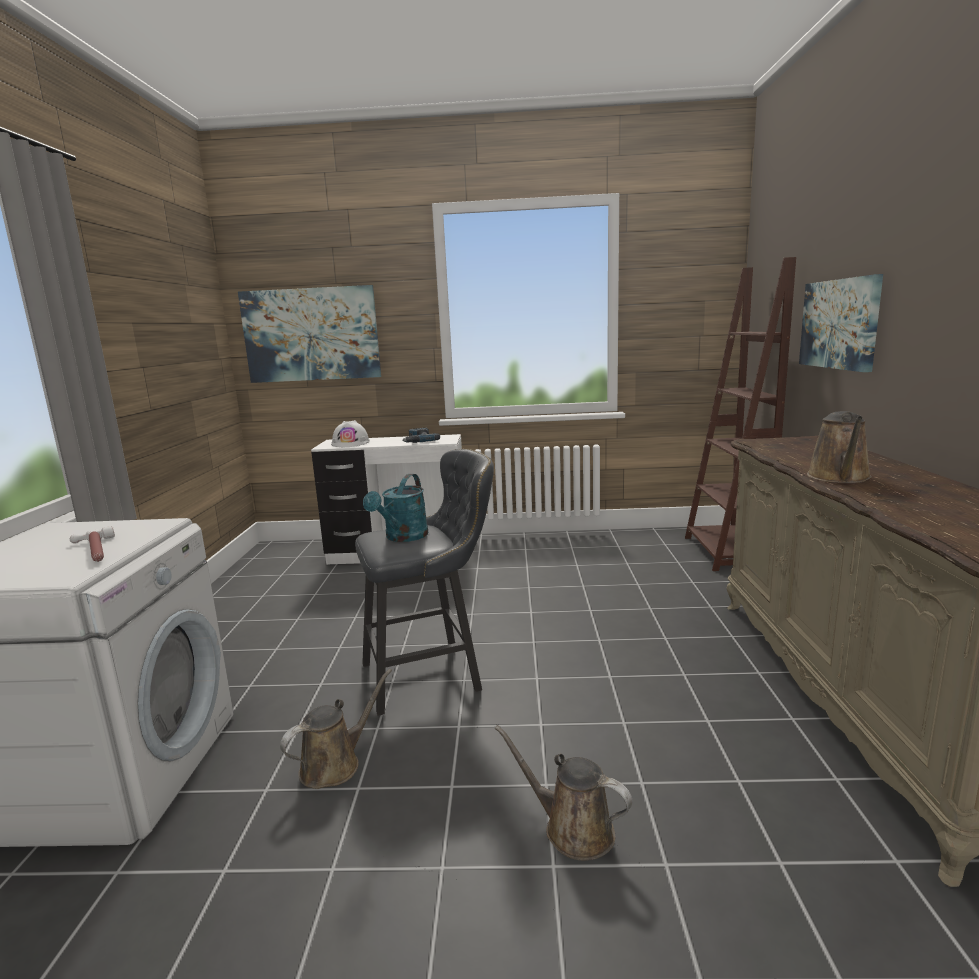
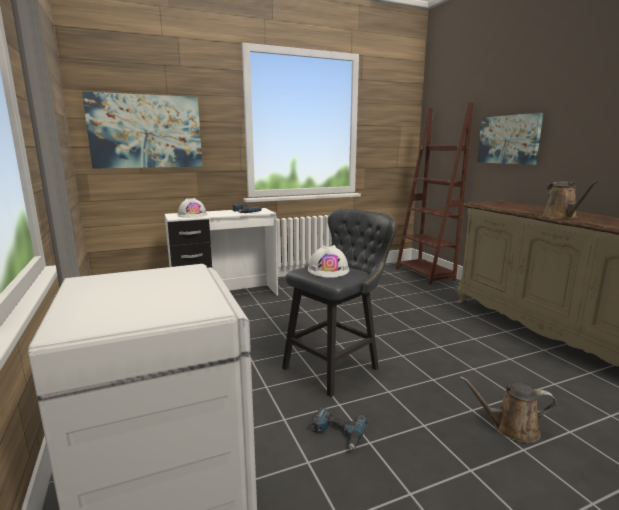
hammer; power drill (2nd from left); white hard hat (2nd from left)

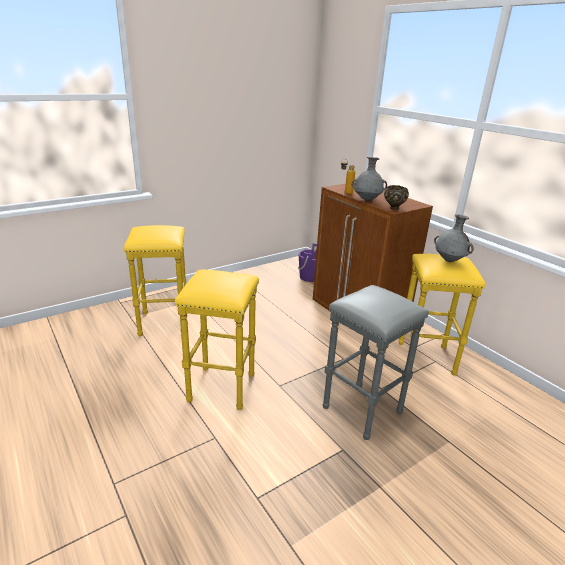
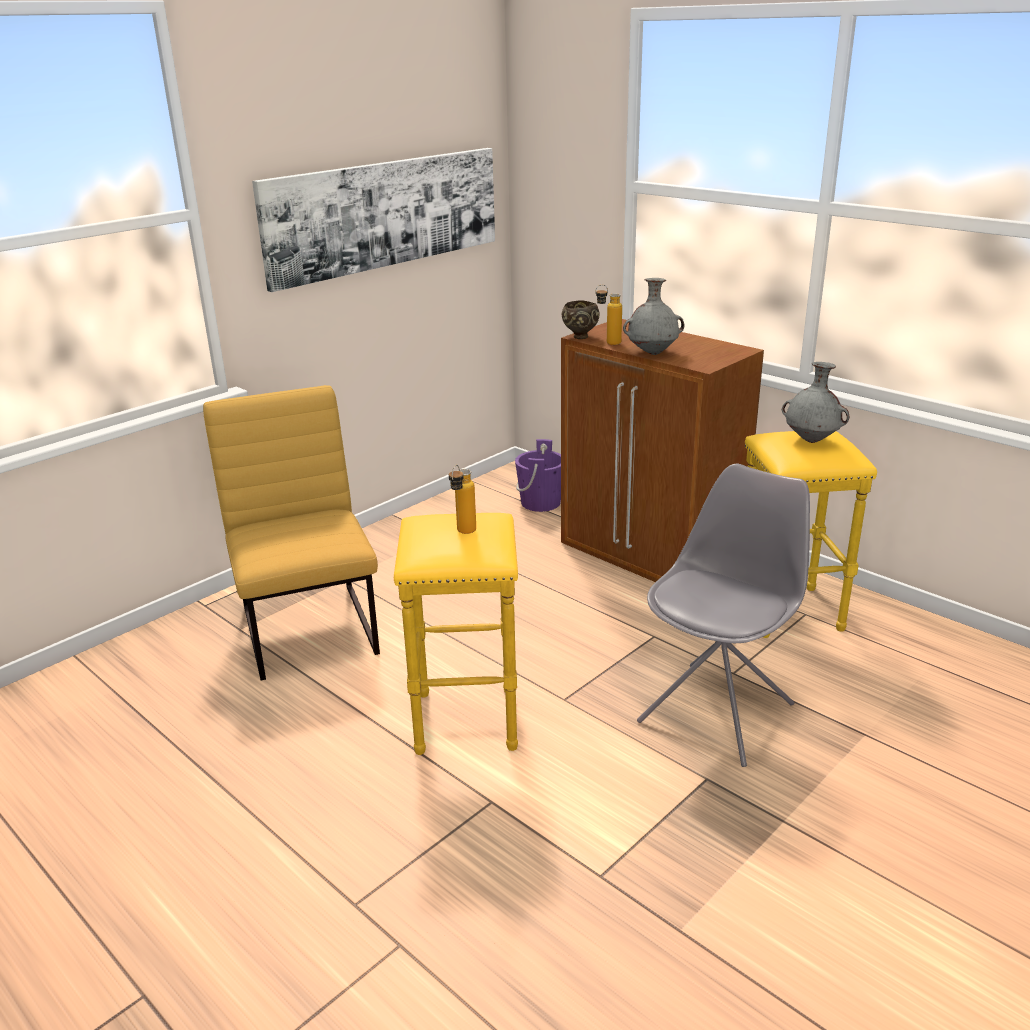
picture; bottle (1st from left); brown bowl; yellow chair; grey chair

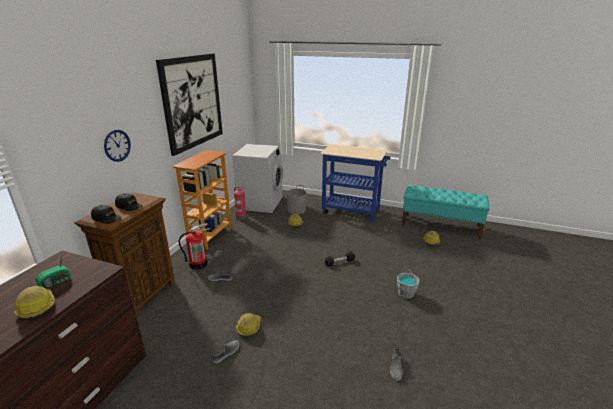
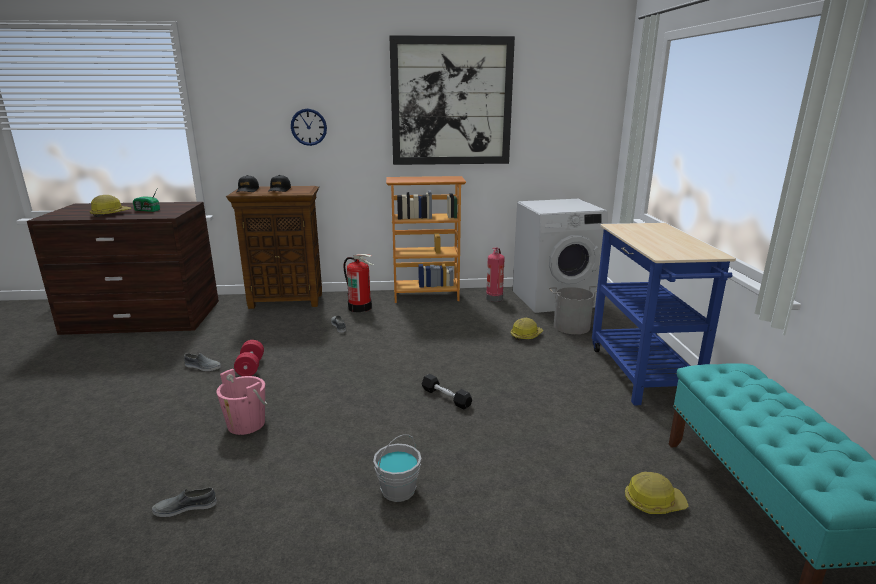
pink bucket; red dumbbell

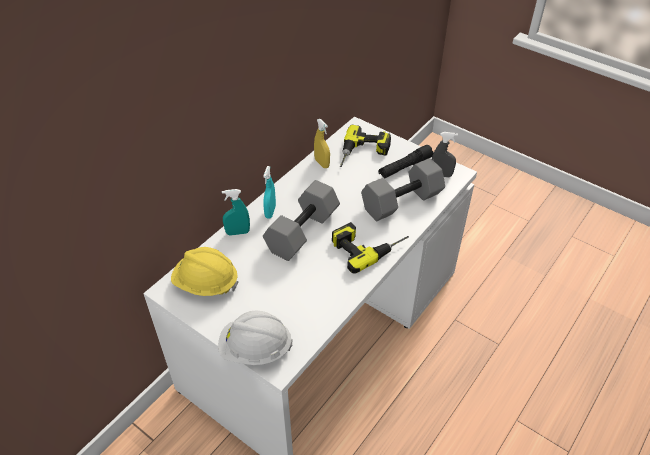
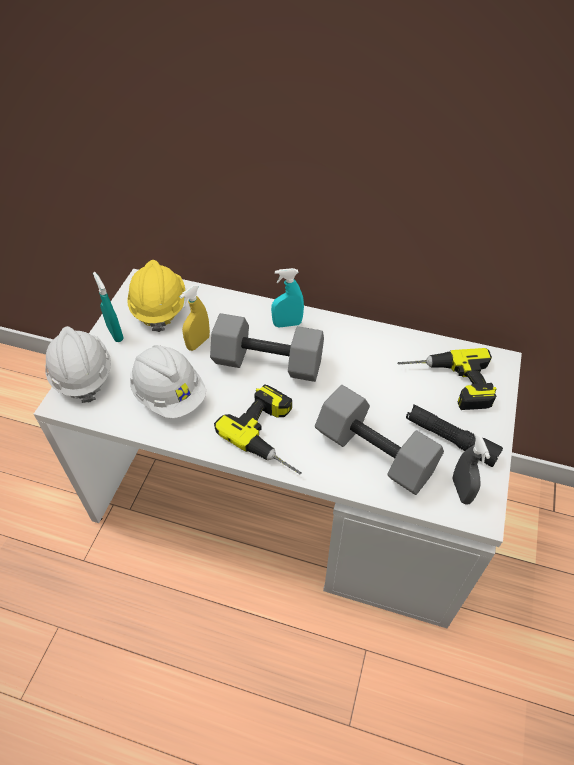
white hard hat (2nd from left); turquoise spray bottle (1st from left); yellow spray bottle

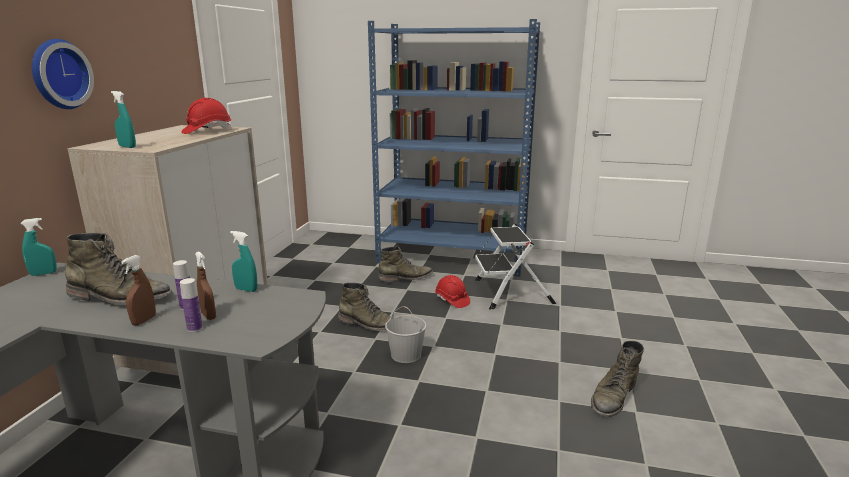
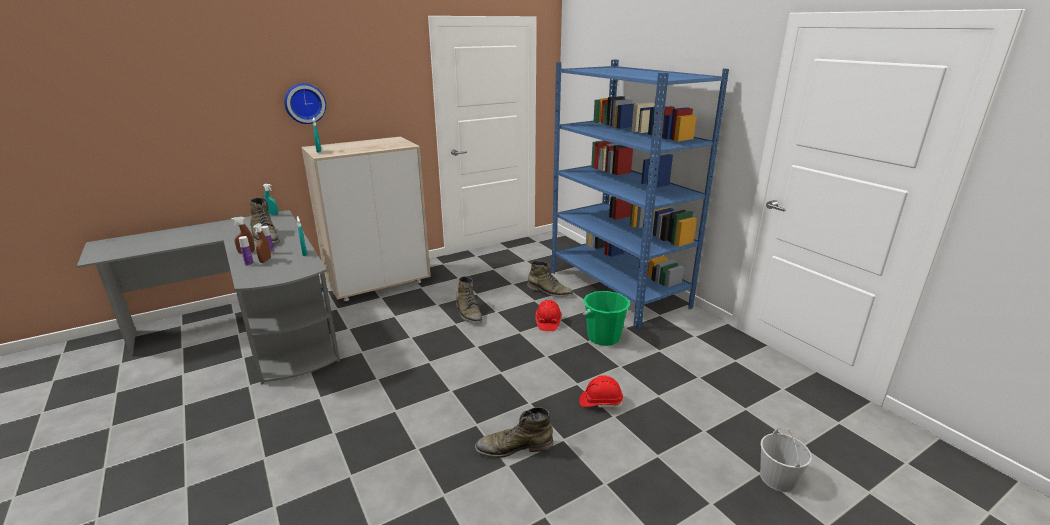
red hard hat (2nd from left); white bucket; green bucket

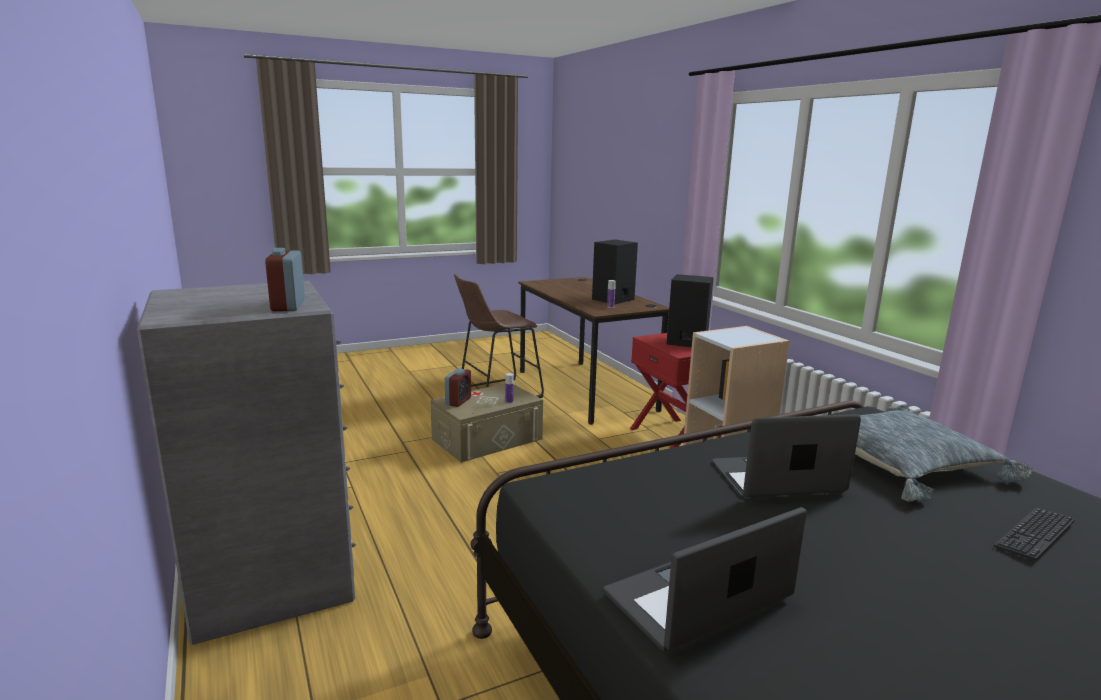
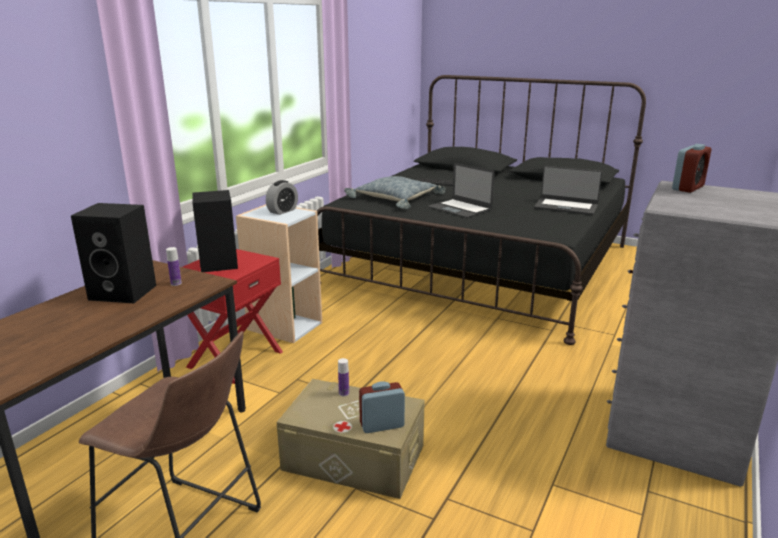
alarm clock (1st from left)

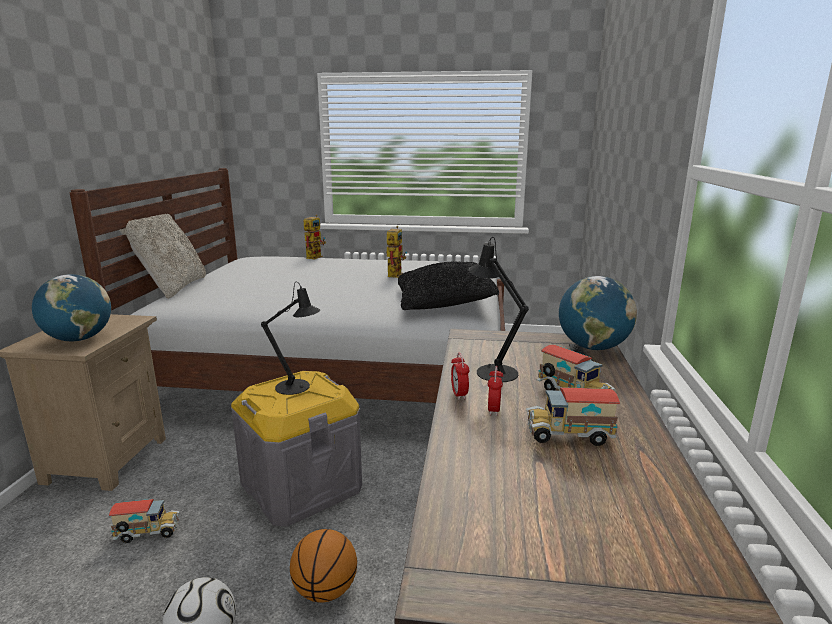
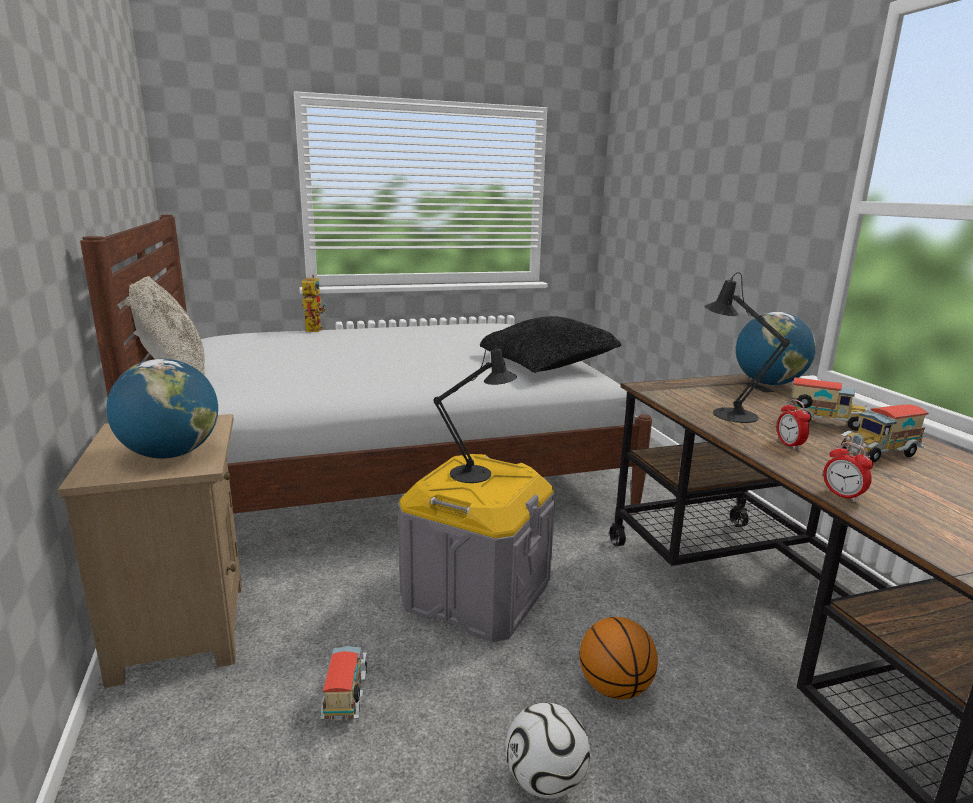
toy robot (2nd from left in the first image); alarm clock (2nd from left); toy truck (1st from left)

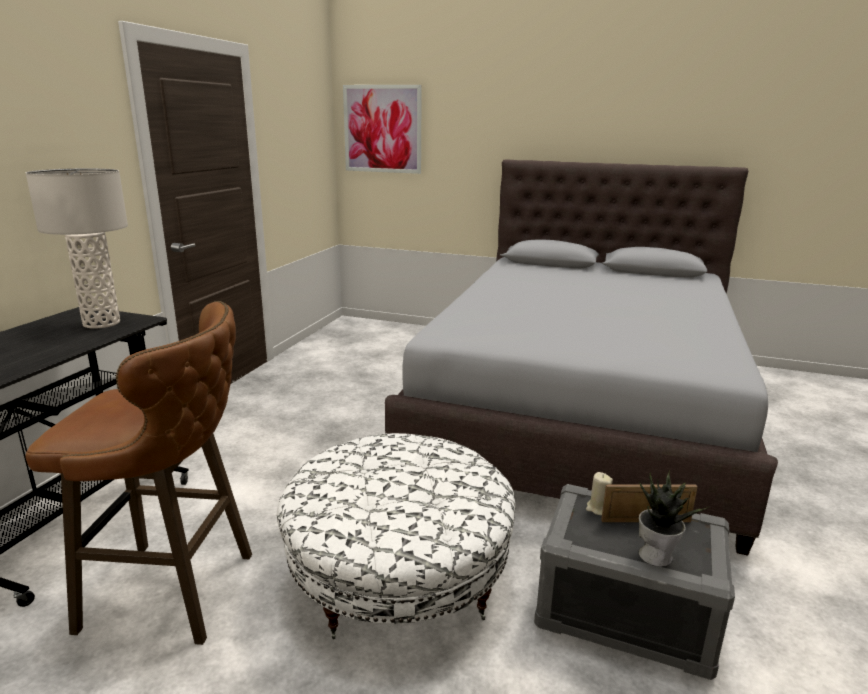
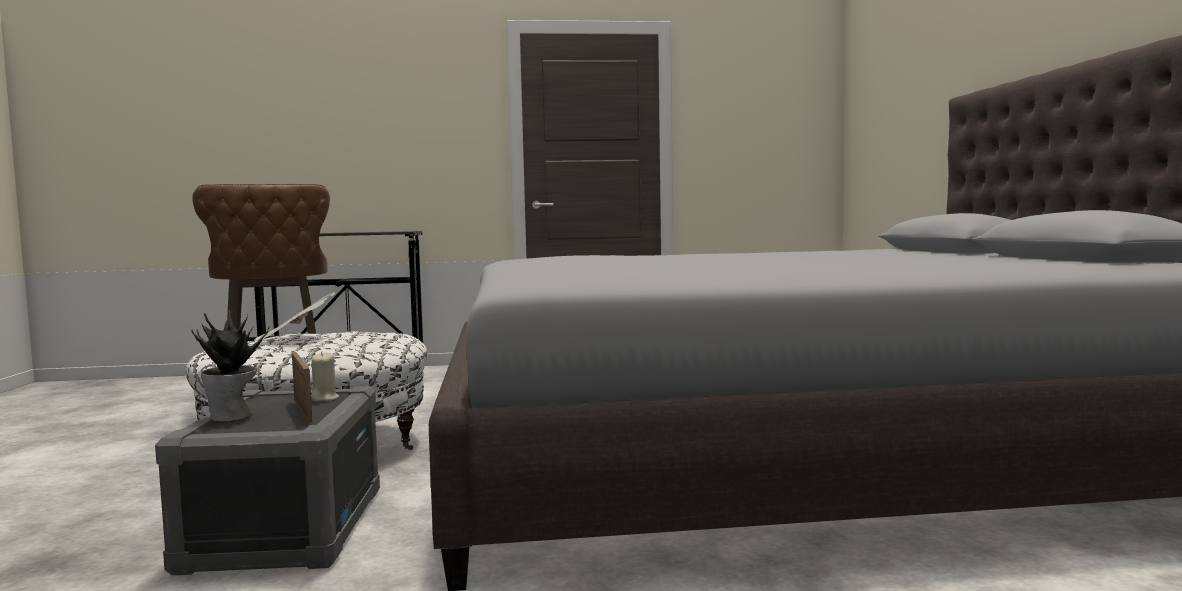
white table lamp; picture; newspaper

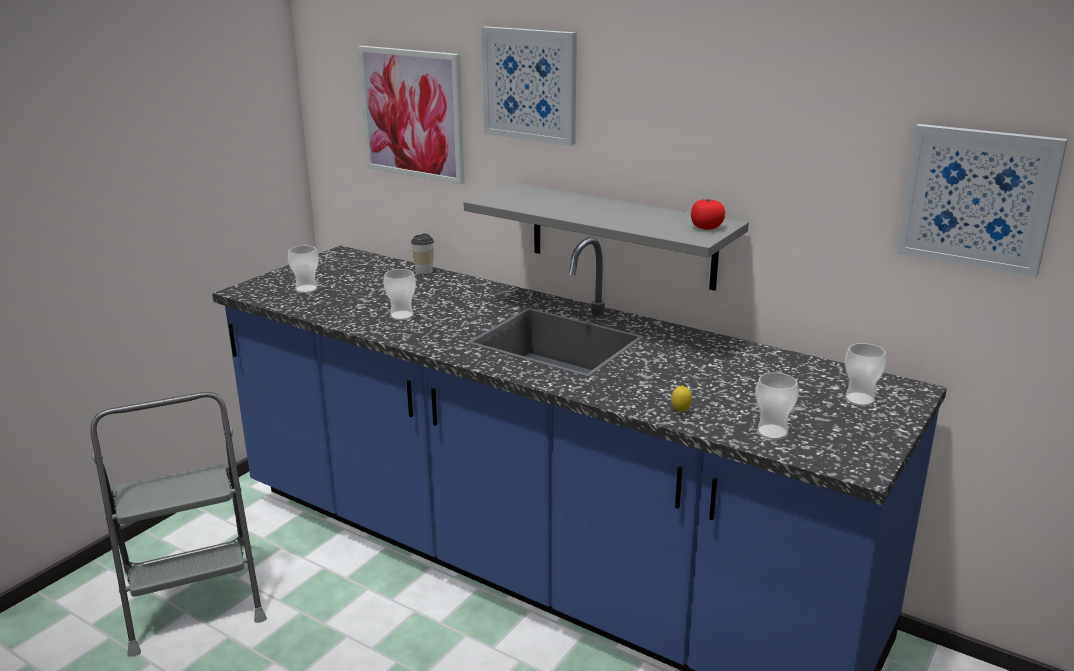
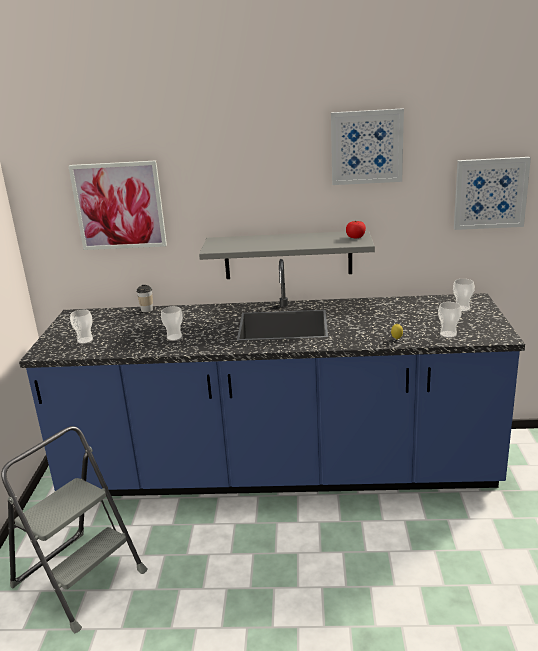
picture (2nd from left)

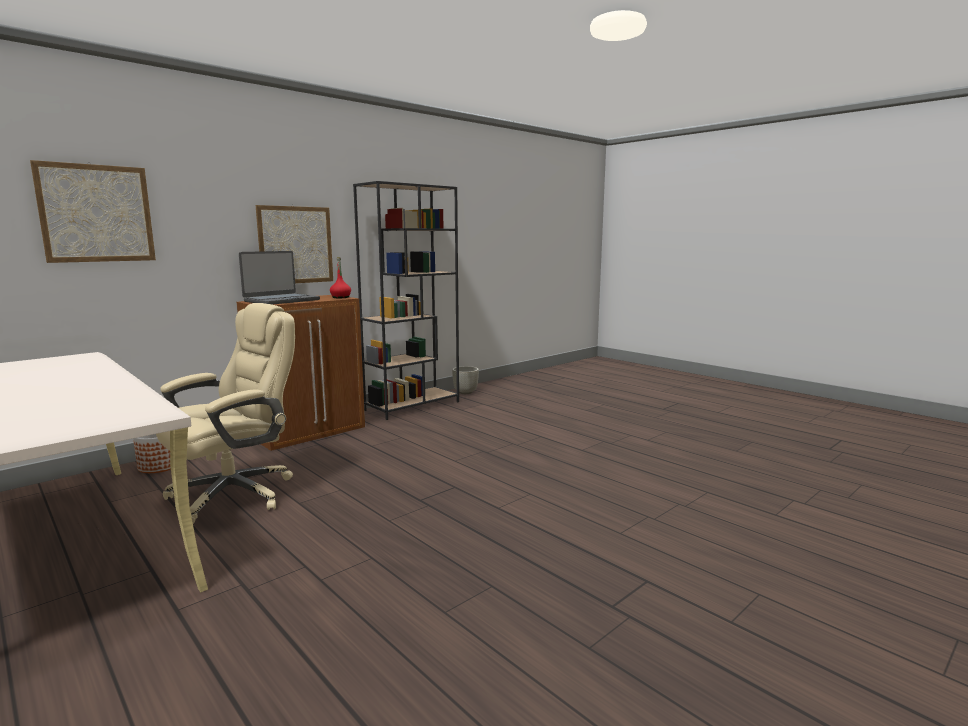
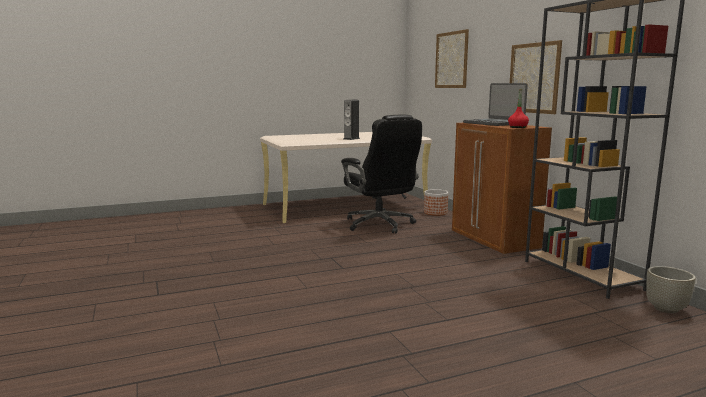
speaker; black office chair

